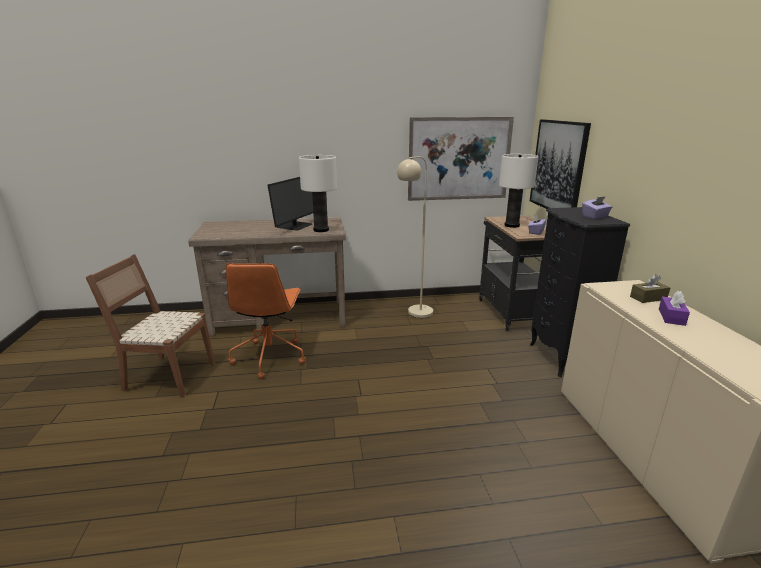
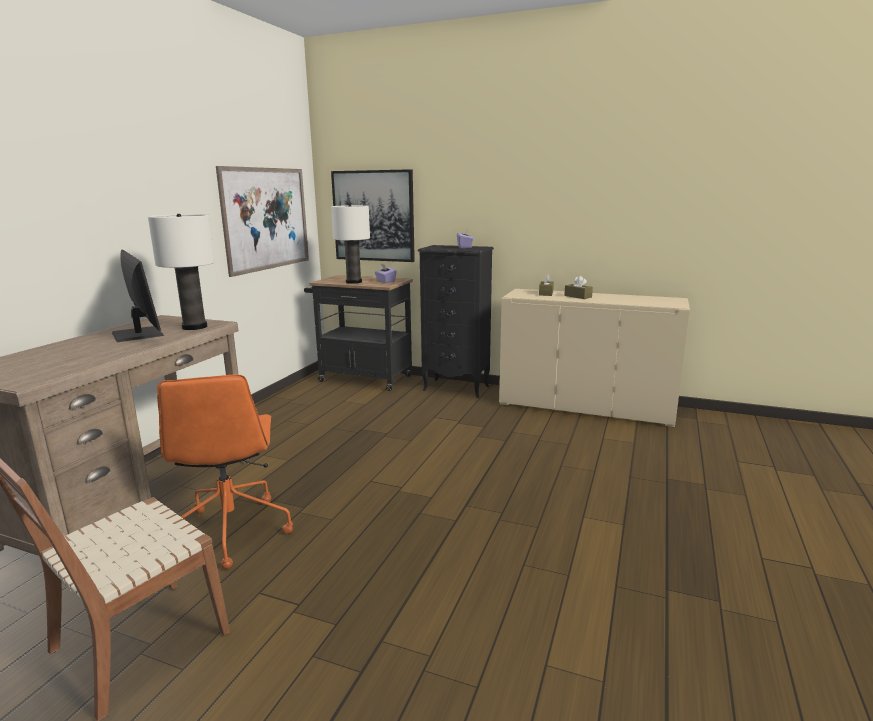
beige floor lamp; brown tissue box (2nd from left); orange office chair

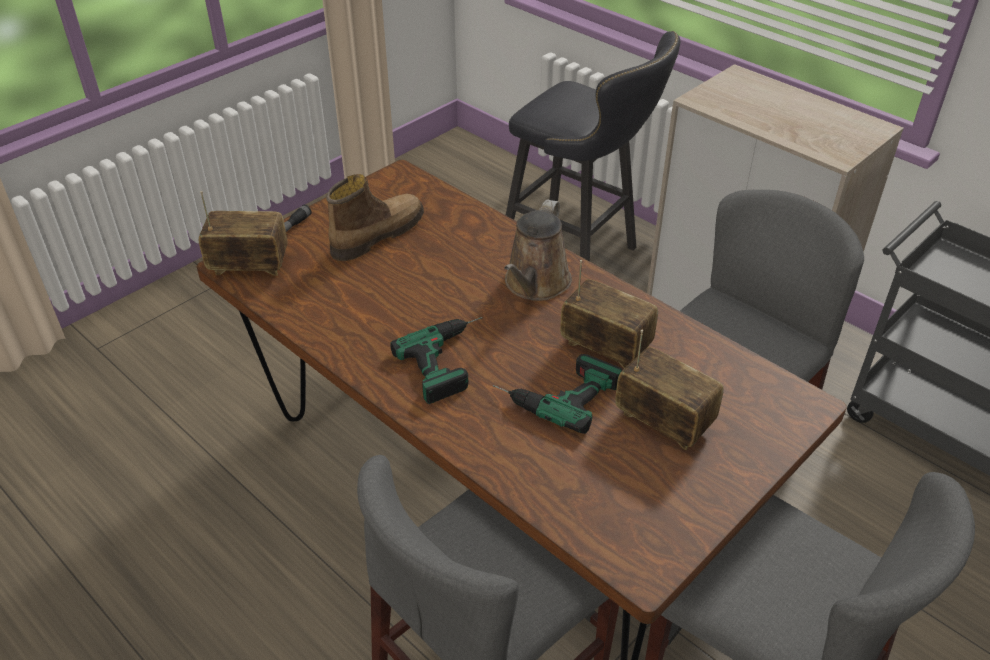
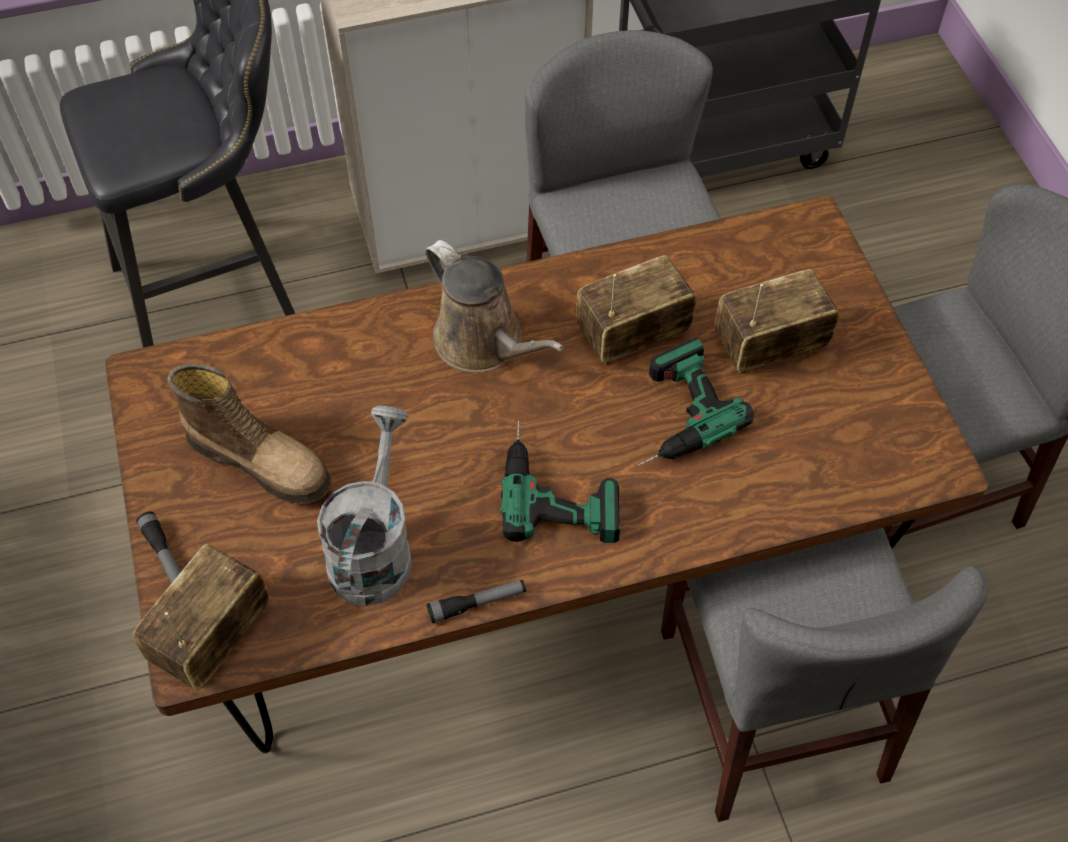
grey watering can; flashlight (2nd from left); boot

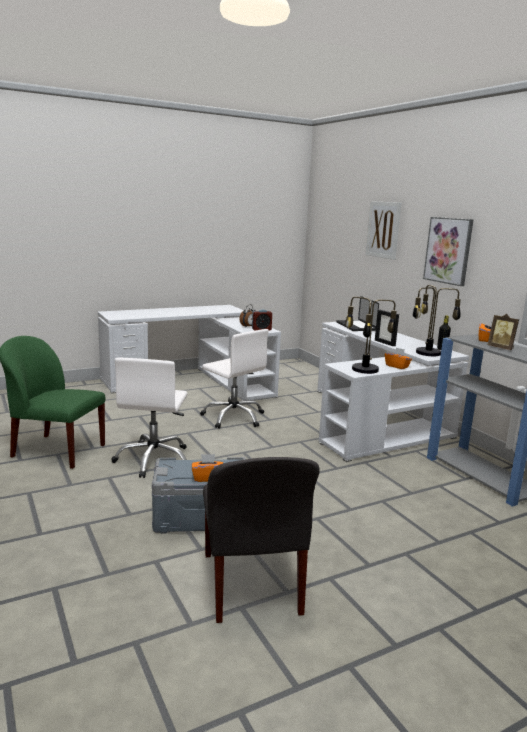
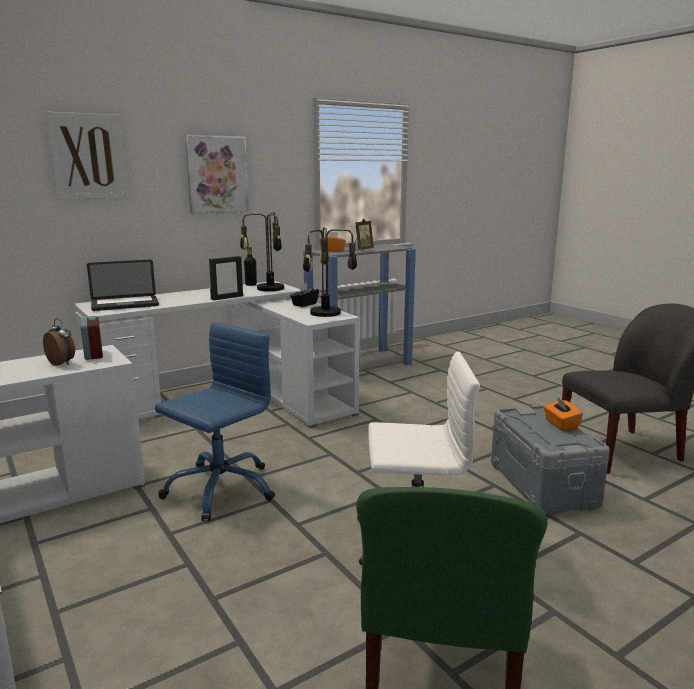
blue office chair; black tissue box

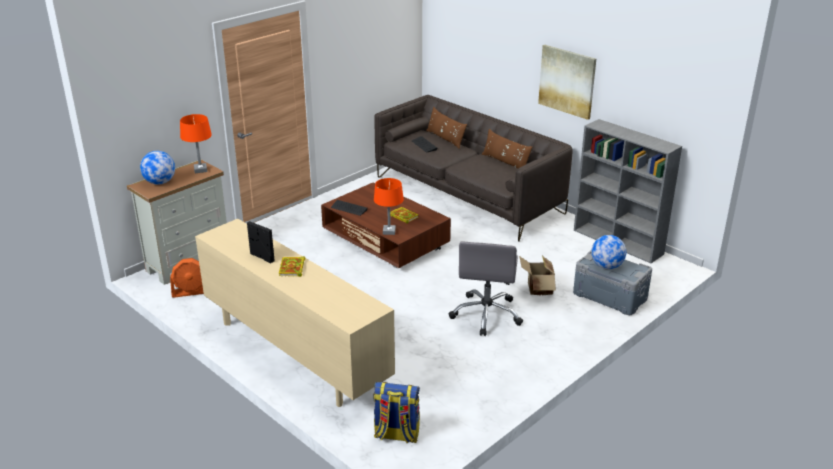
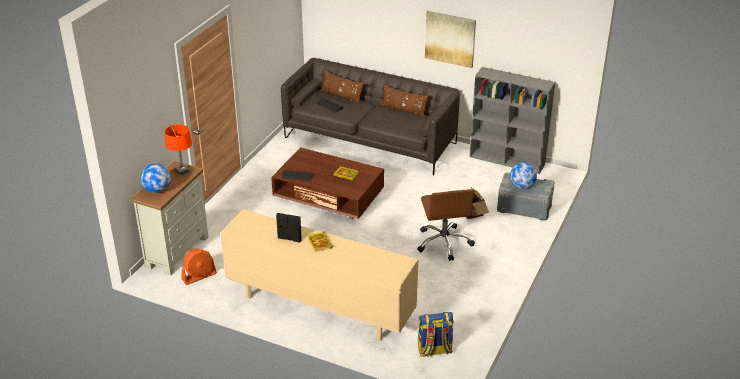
orange table lamp (2nd from left in the first image); brown office chair

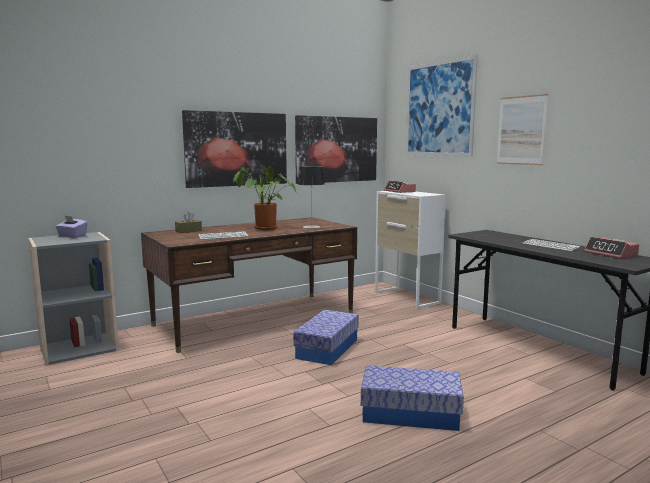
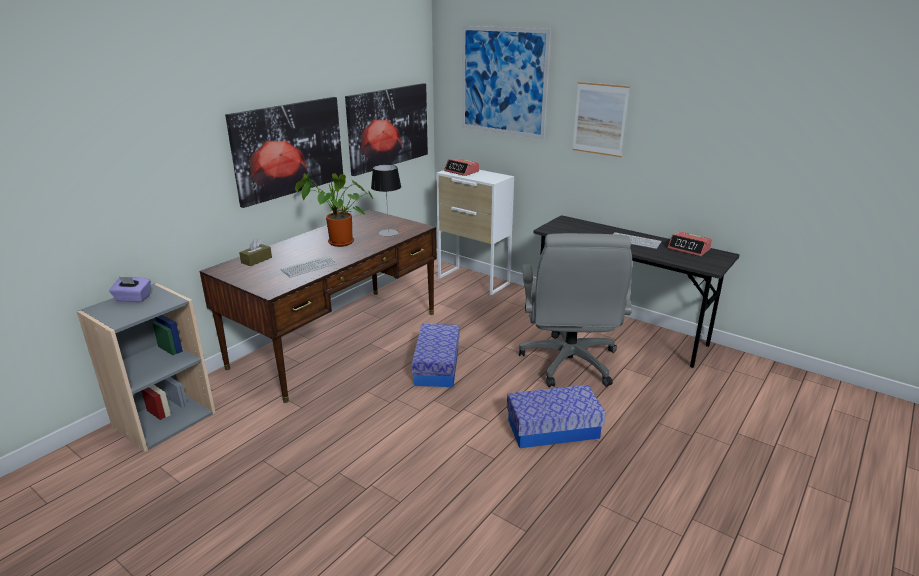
grey office chair

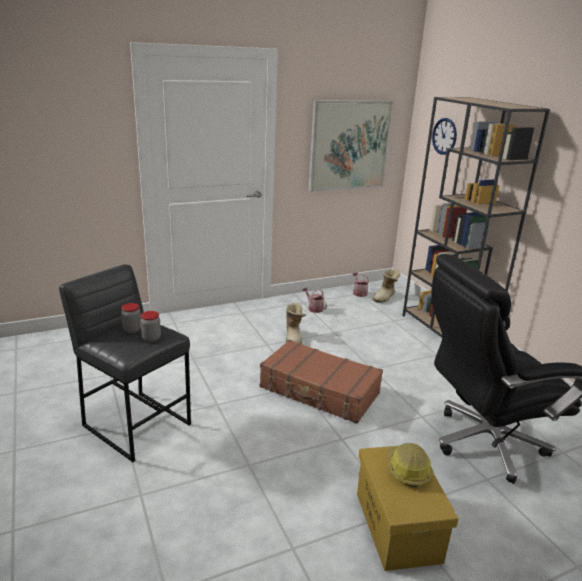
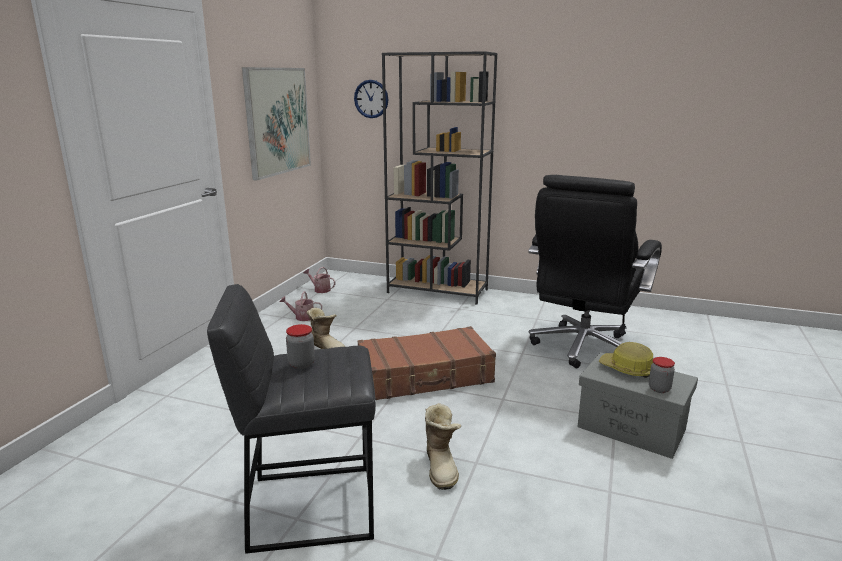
jar (2nd from left); boot (2nd from left); grey storage box

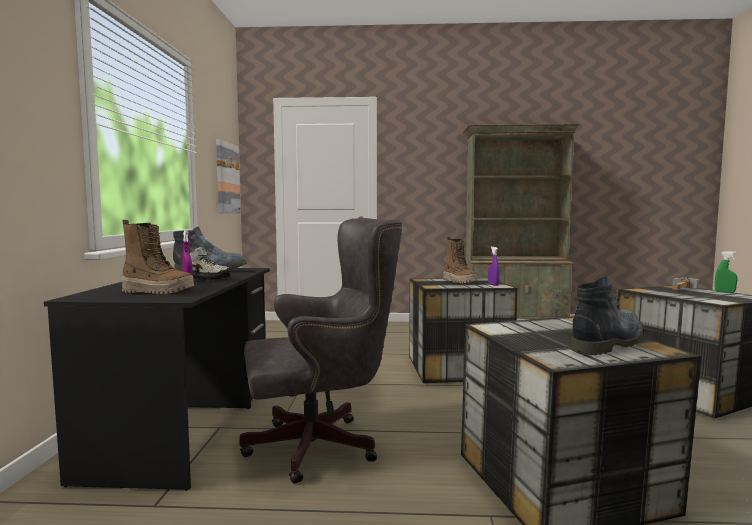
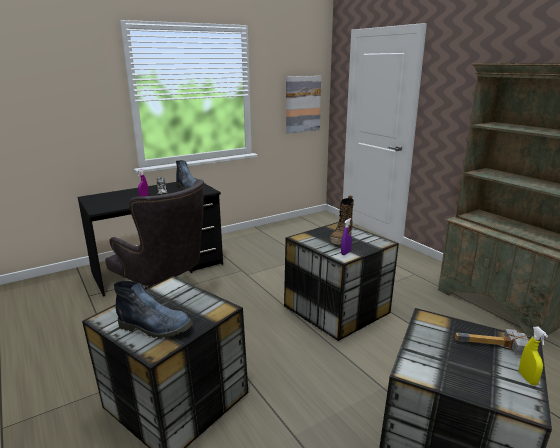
boot (1st from left in the first image); yellow spray bottle

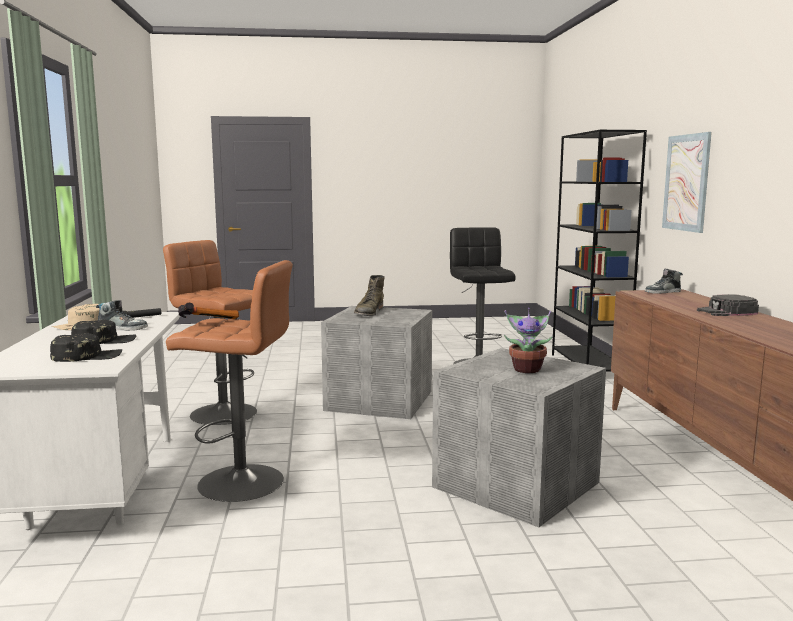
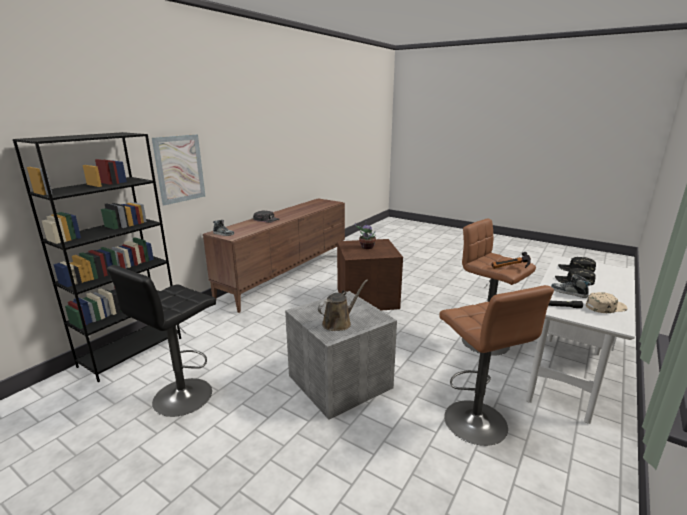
brown watering can; brown storage box

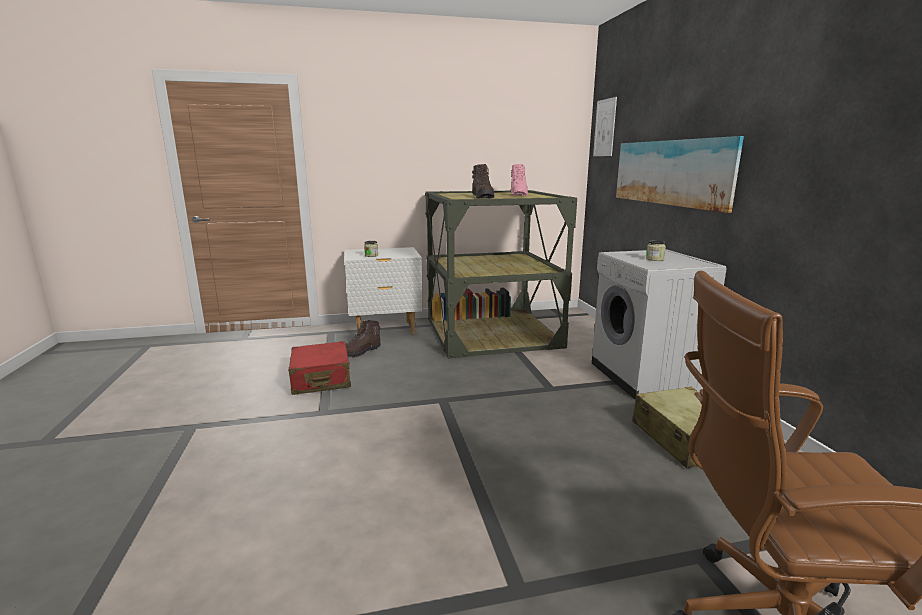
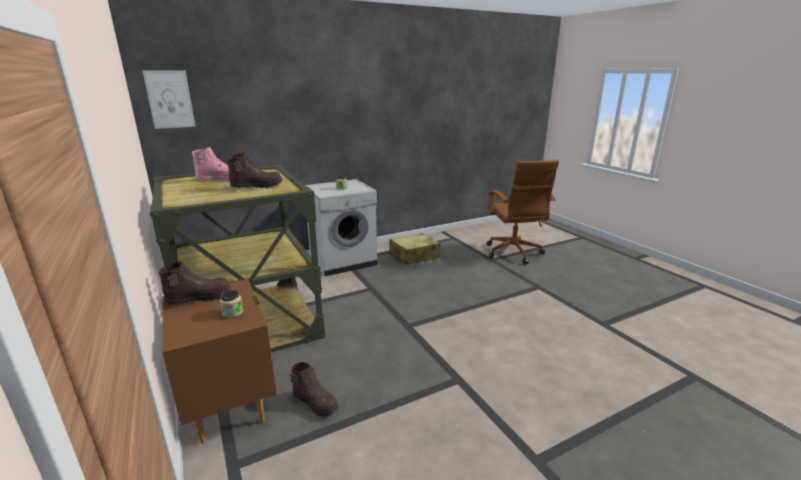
red suitcase; picture (2nd from left in the first image); brown boot (1st from left); brown nightstand

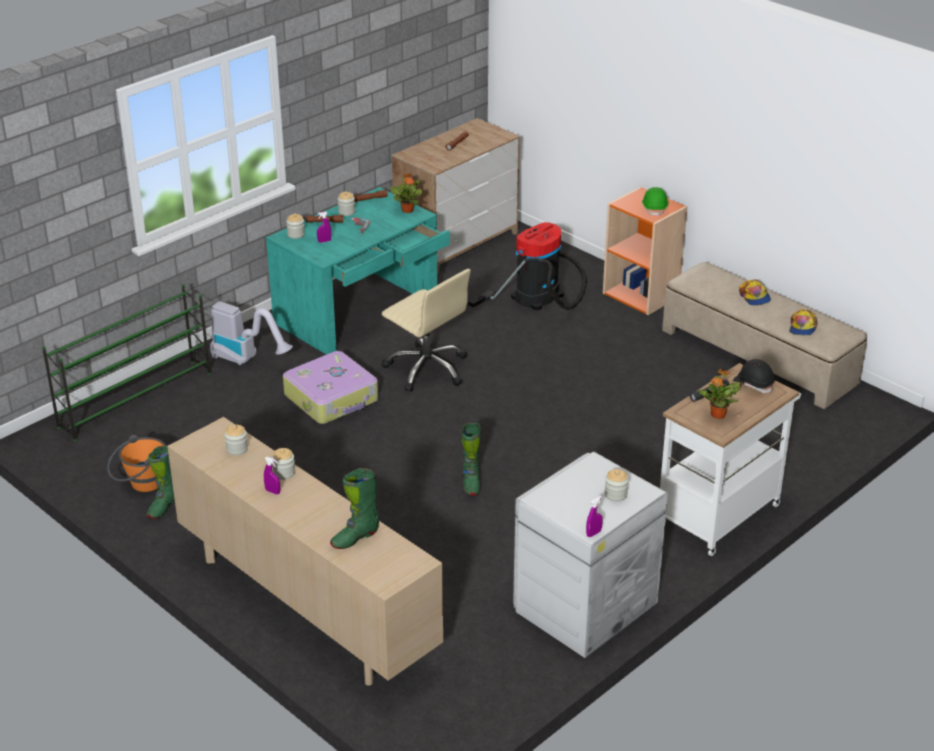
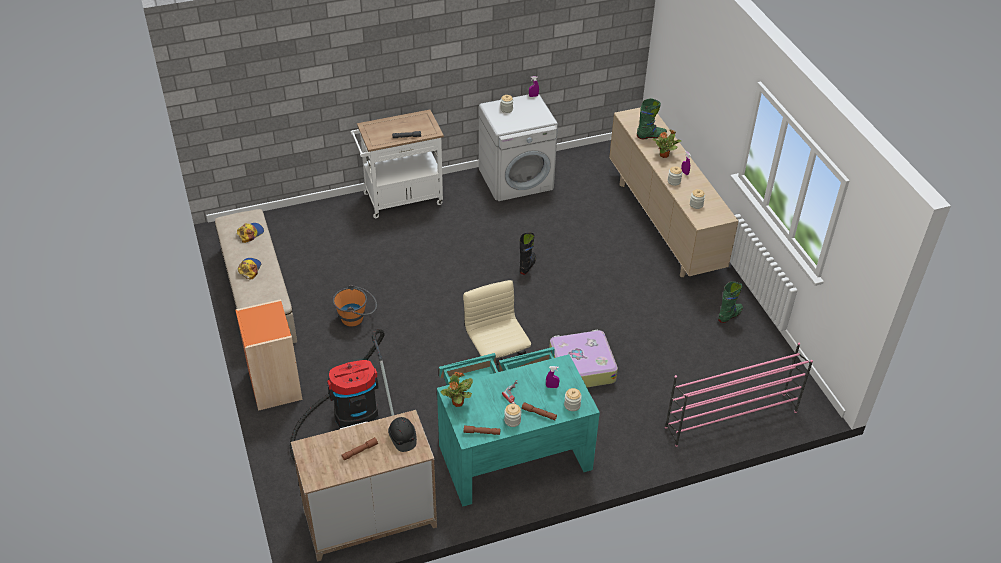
vacuum cleaner (1st from left in the first image); green hard hat; orange bucket; potted plant (2nd from left); black hard hat; pink shoe rack; black boot

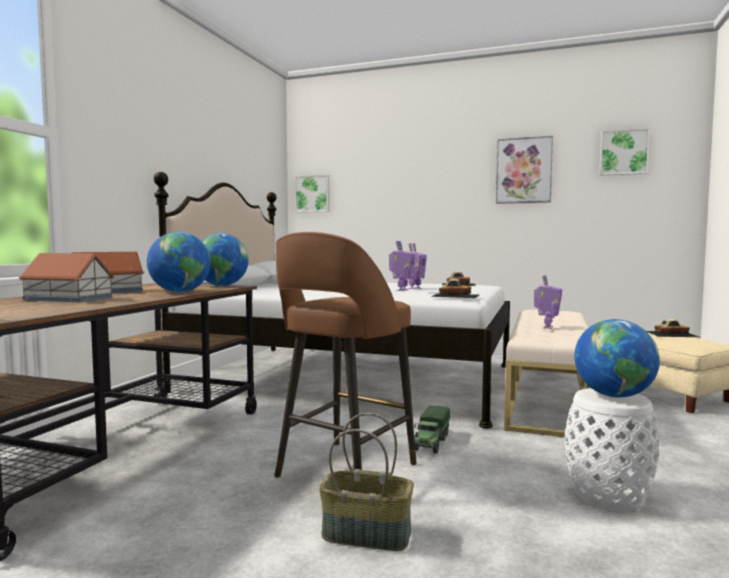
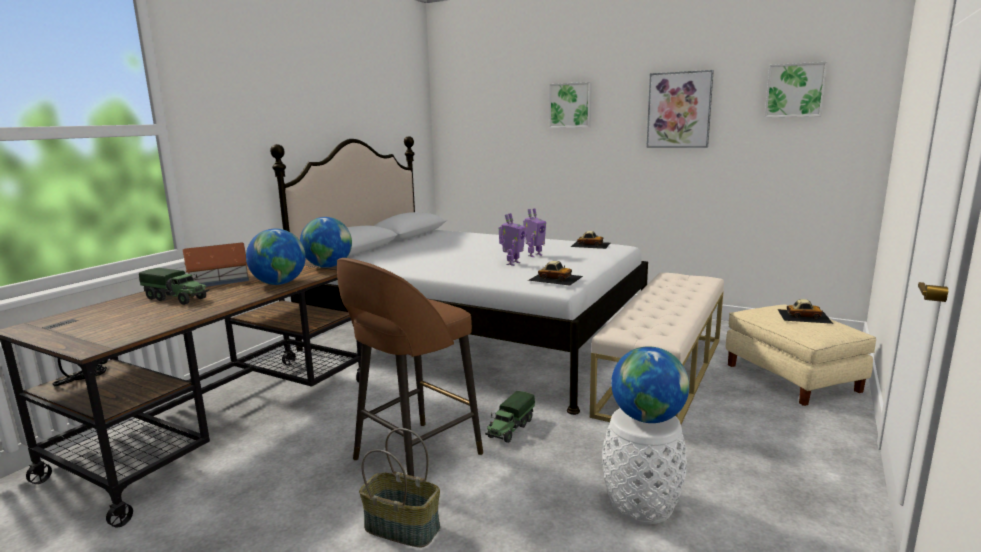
toy robot (3rd from left in the first image); picture (1st from left); toy truck (1st from left)

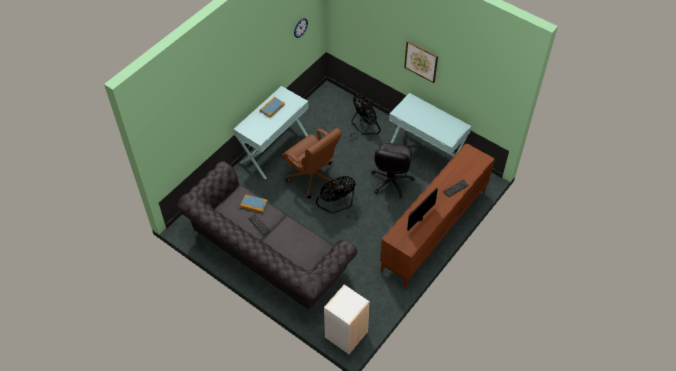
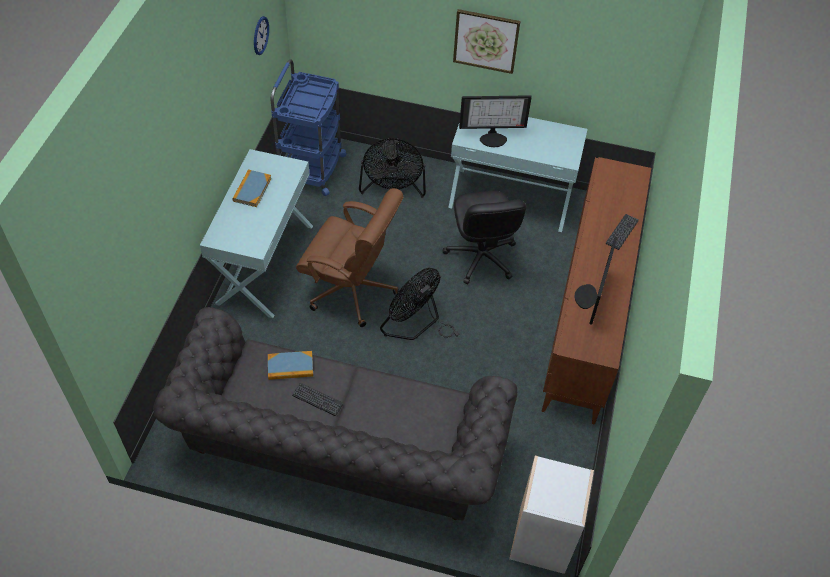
blue cart; monitor (1st from left); black fan (1st from left)

